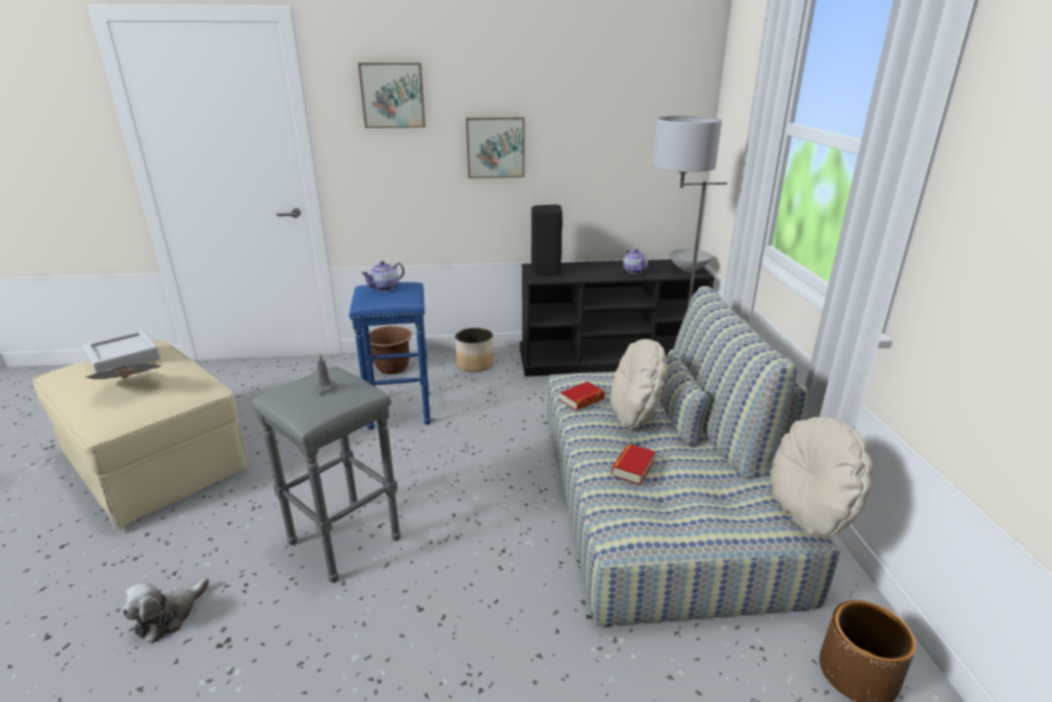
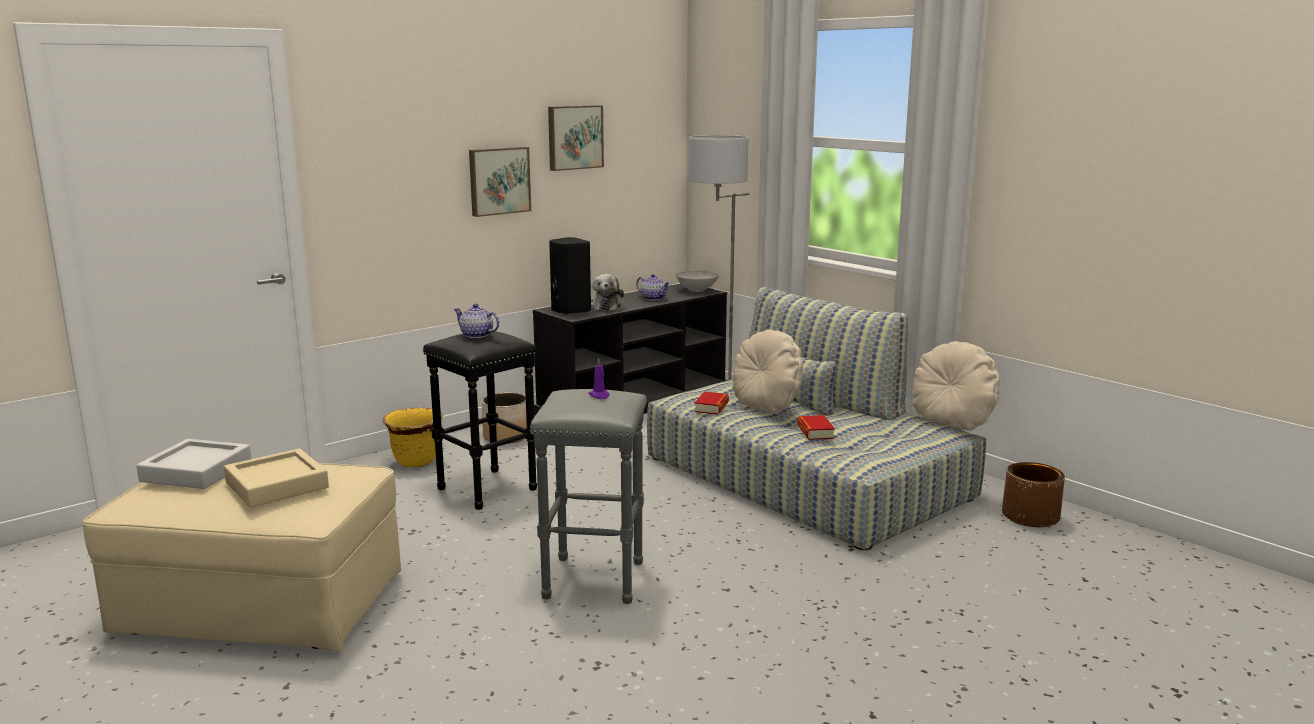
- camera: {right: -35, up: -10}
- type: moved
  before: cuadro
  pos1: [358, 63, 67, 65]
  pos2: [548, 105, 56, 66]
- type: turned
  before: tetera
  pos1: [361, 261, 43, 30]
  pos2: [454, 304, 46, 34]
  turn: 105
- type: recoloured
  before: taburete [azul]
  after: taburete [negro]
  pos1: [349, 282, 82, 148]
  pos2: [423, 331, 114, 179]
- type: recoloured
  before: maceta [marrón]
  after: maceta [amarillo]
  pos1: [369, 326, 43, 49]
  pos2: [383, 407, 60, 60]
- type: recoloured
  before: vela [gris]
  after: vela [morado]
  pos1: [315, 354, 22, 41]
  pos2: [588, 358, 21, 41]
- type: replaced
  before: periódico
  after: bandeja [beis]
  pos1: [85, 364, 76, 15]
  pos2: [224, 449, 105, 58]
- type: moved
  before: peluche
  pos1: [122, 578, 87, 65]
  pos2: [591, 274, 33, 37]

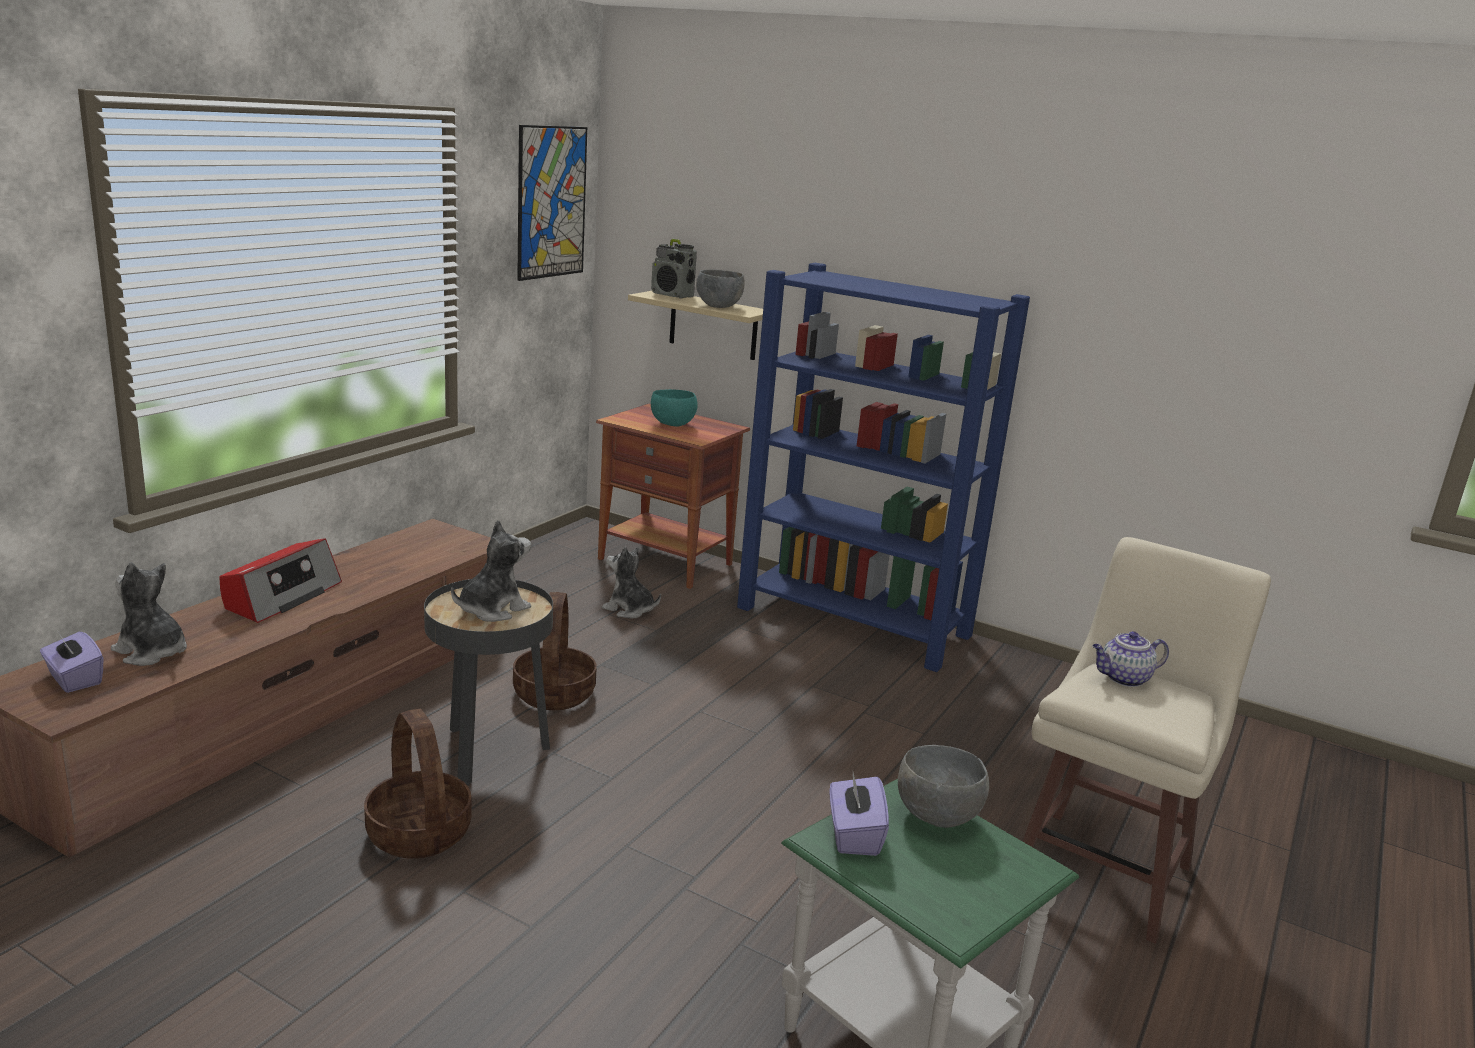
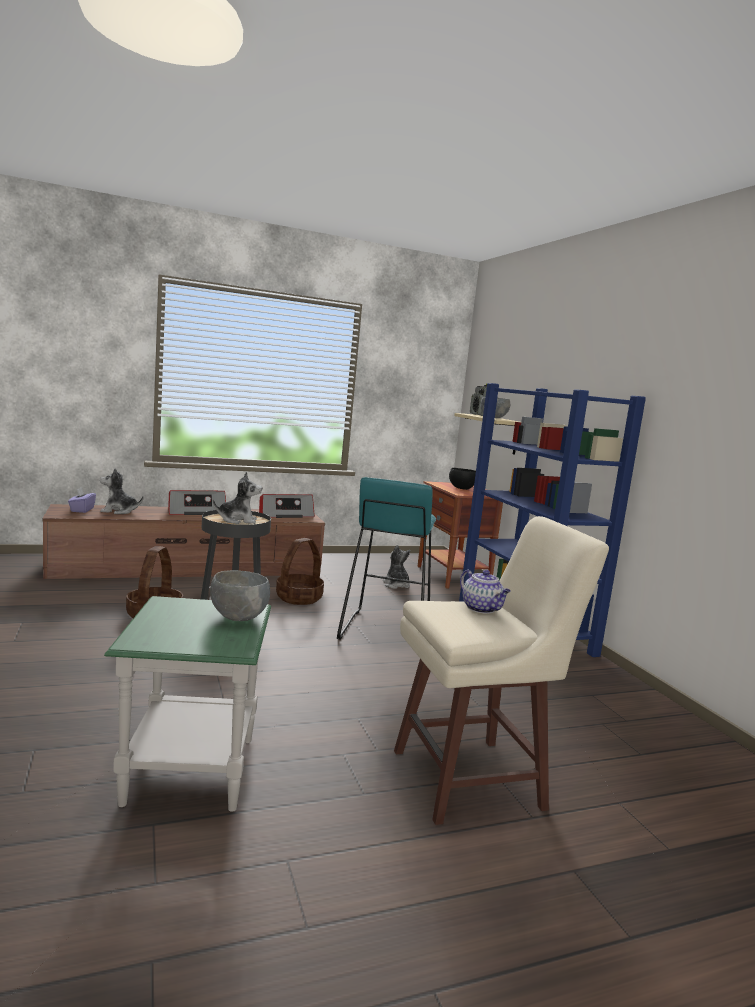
- camera: {right: 40, up: -10}
- type: removed
  before: cuadro
  pos1: [517, 125, 70, 156]
- type: recoloured
  before: cuenco [turquesa]
  after: cuenco [negro]
  pos1: [651, 389, 47, 37]
  pos2: [449, 468, 27, 22]
- type: turned
  before: peluche
  pos1: [111, 562, 76, 104]
  pos2: [100, 468, 44, 46]
  turn: -75
- type: turned
  before: tetera
  pos1: [1093, 631, 76, 56]
  pos2: [460, 570, 51, 44]
  turn: -150
- type: removed
  before: caja de pañuelos [morado]
  pos1: [829, 773, 60, 83]
- type: added
  after: taburete [turquesa]
  pos2: [337, 477, 99, 163]
- type: added
  after: radio
  pos2: [259, 494, 56, 24]

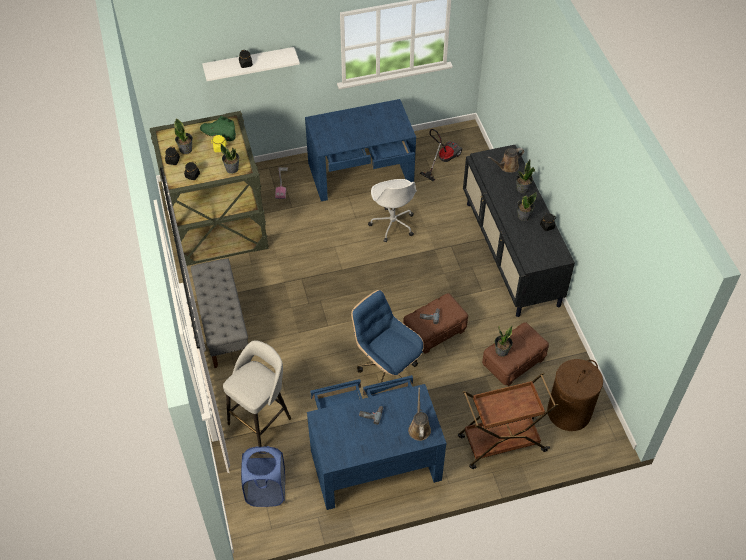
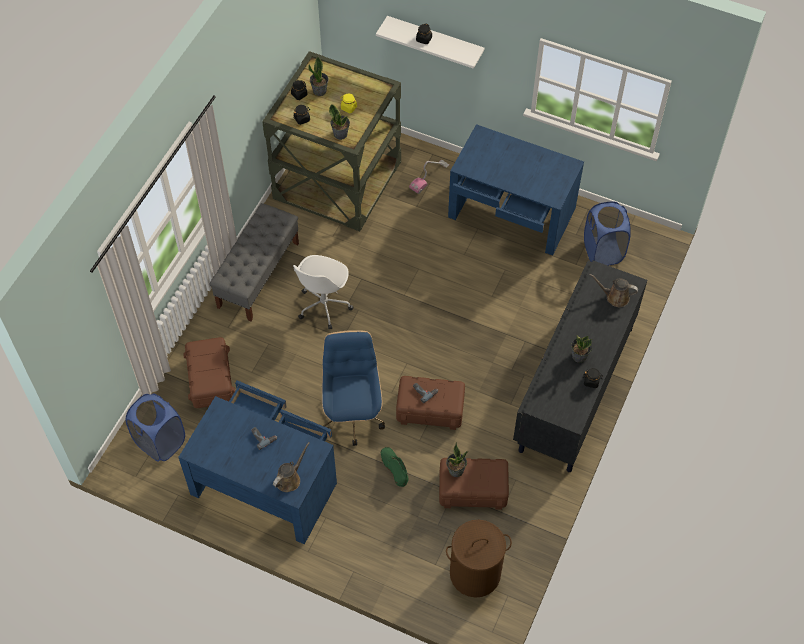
- camera: {right: 40, up: 5}
- type: moved
  before: bota [verde]
  pos1: [200, 116, 36, 25]
  pos2: [381, 447, 28, 40]
- type: replaced
  before: aspiradora
  after: cesto de la ropa [azul]
  pos1: [420, 129, 42, 53]
  pos2: [584, 201, 47, 65]
- type: removed
  before: planta en maceta
  pos1: [516, 160, 19, 34]
- type: moved
  before: silla de oficina [blanco]
  pos1: [368, 179, 49, 63]
  pos2: [293, 255, 61, 74]
- type: replaced
  before: taburete [gris]
  after: caja de almacenaje [marrón]
  pos1: [223, 340, 68, 107]
  pos2: [183, 337, 52, 71]
- type: removed
  before: carrito [marrón]
  pos1: [458, 373, 100, 96]

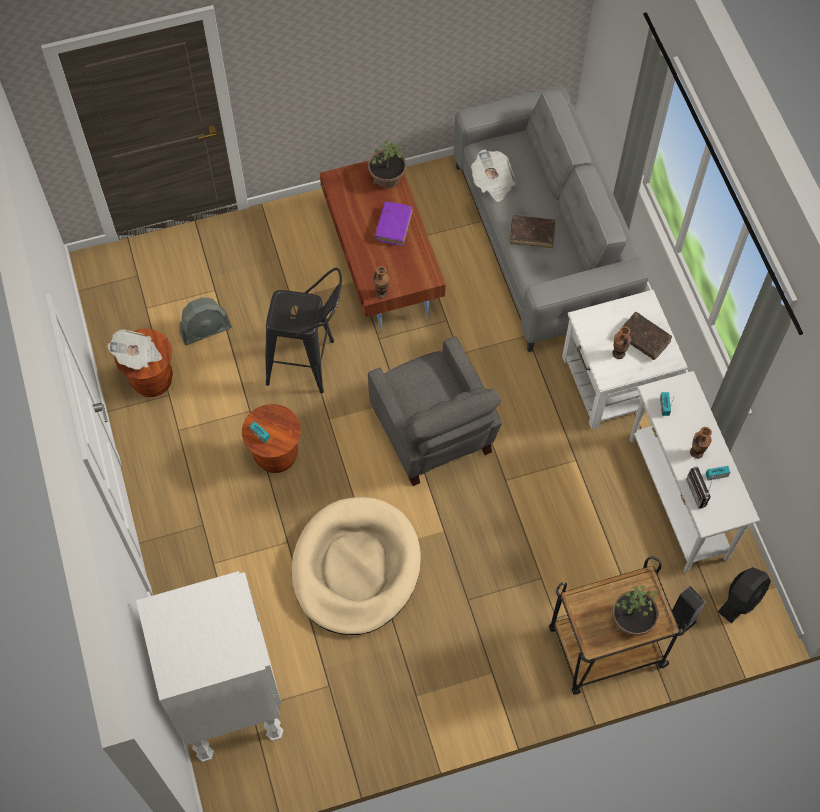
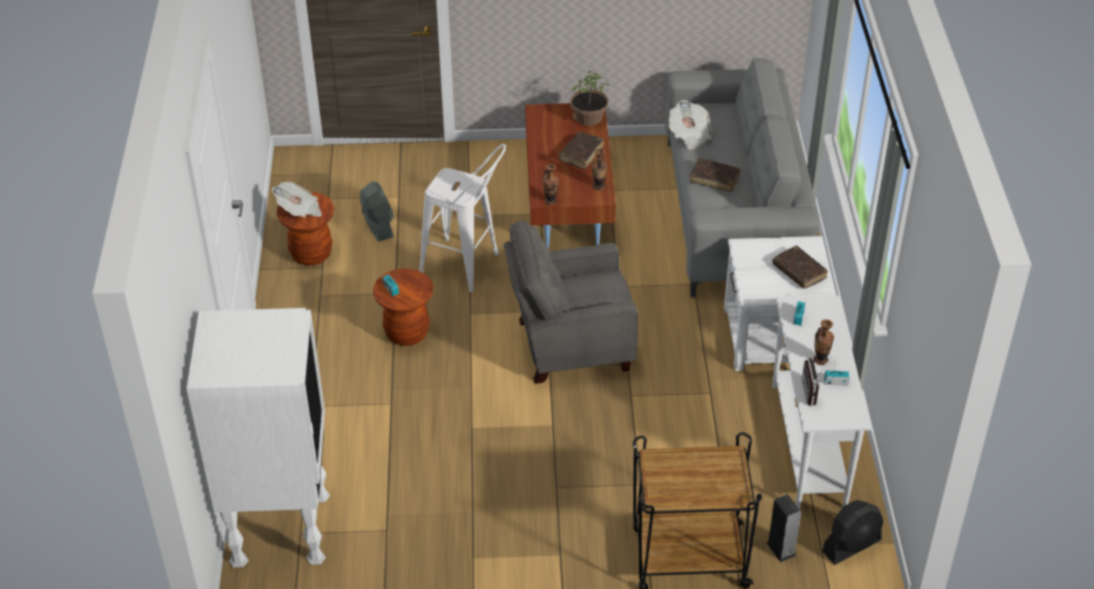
- camera: {right: 15, up: -20}
- type: recoloured
  before: libro [morado]
  after: libro [marrón]
  pos1: [375, 202, 38, 44]
  pos2: [559, 132, 45, 37]
- type: recoloured
  before: taburete [negro]
  after: taburete [blanco]
  pos1: [265, 268, 77, 125]
  pos2: [419, 144, 87, 148]
- type: turned
  before: ventilador [gris]
  pos1: [179, 297, 53, 48]
  pos2: [360, 181, 34, 61]
  turn: -105
- type: moved
  before: florero
  pos1: [612, 326, 19, 33]
  pos2: [591, 149, 17, 41]
- type: turned
  before: sillón [gris]
  pos1: [368, 337, 134, 149]
  pos2: [503, 220, 135, 164]
  turn: 90
- type: removed
  before: cama para perro [beis]
  pos1: [292, 497, 129, 138]
- type: removed
  before: planta en maceta
  pos1: [612, 586, 47, 50]

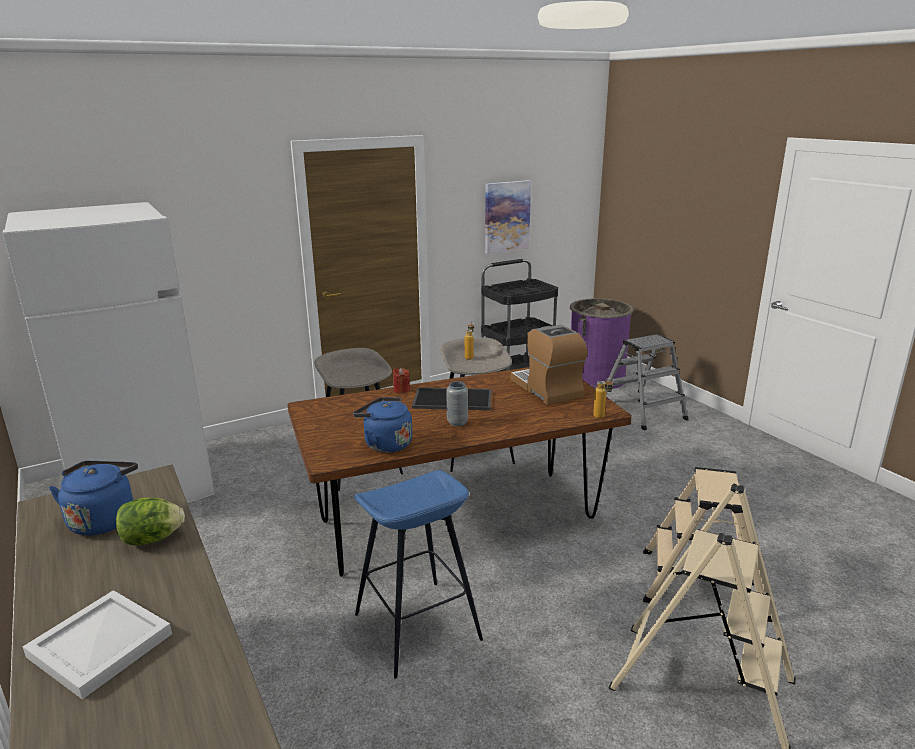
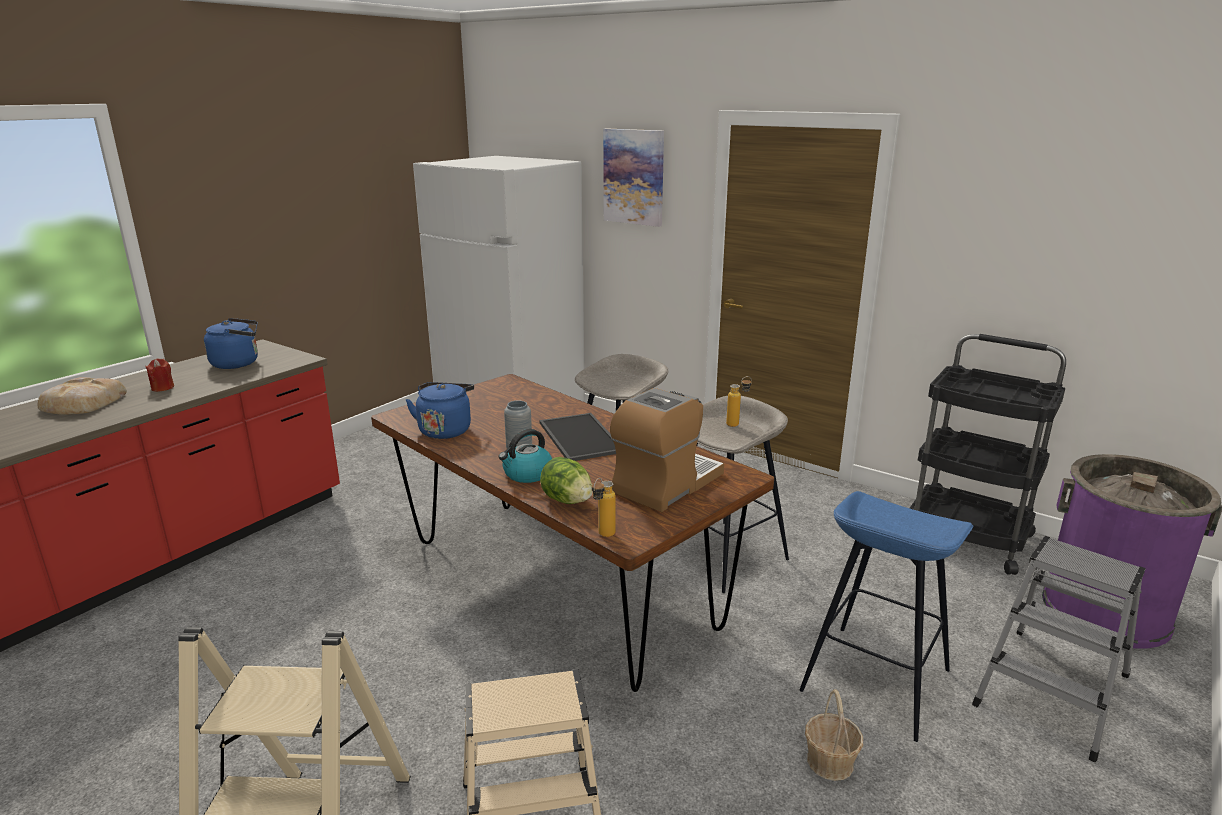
- camera: {right: 65, up: 0}
- type: moved
  before: cuadro
  pos1: [485, 180, 46, 74]
  pos2: [603, 128, 61, 99]
- type: moved
  before: vela [rojo]
  pos1: [393, 368, 17, 26]
  pos2: [145, 359, 29, 33]
- type: moved
  before: taburete [azul]
  pos1: [354, 470, 129, 209]
  pos2: [800, 491, 173, 251]
- type: moved
  before: lechuga
  pos1: [116, 498, 69, 47]
  pos2: [540, 457, 53, 47]
- type: replaced
  before: bandeja [blanco]
  after: pan
  pos1: [23, 590, 149, 109]
  pos2: [38, 377, 89, 38]
- type: added
  after: hervidor
  pos2: [499, 429, 53, 54]
- type: added
  after: cesta
  pos2: [805, 689, 58, 92]

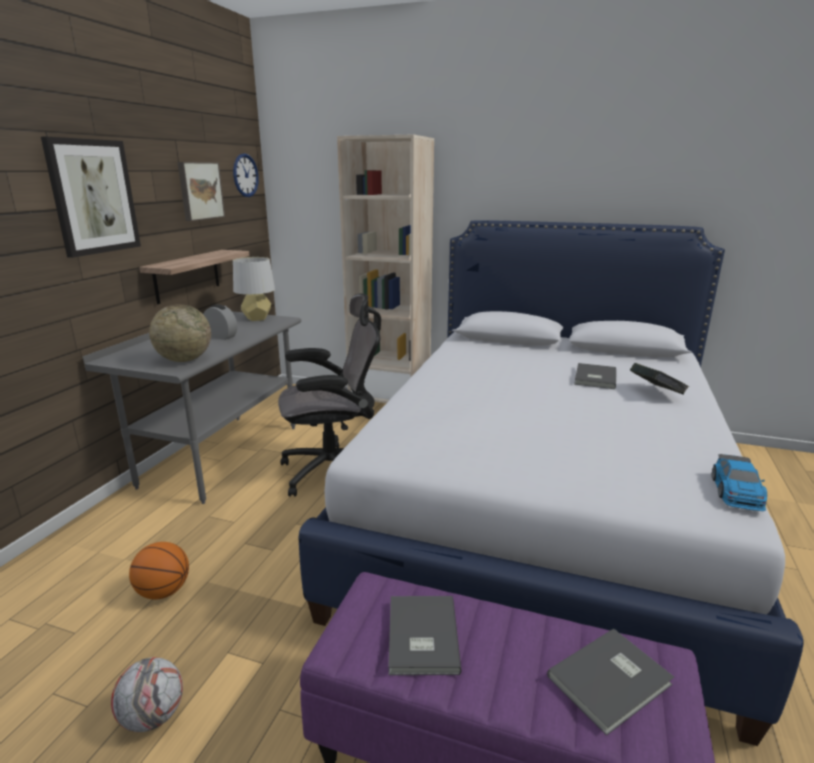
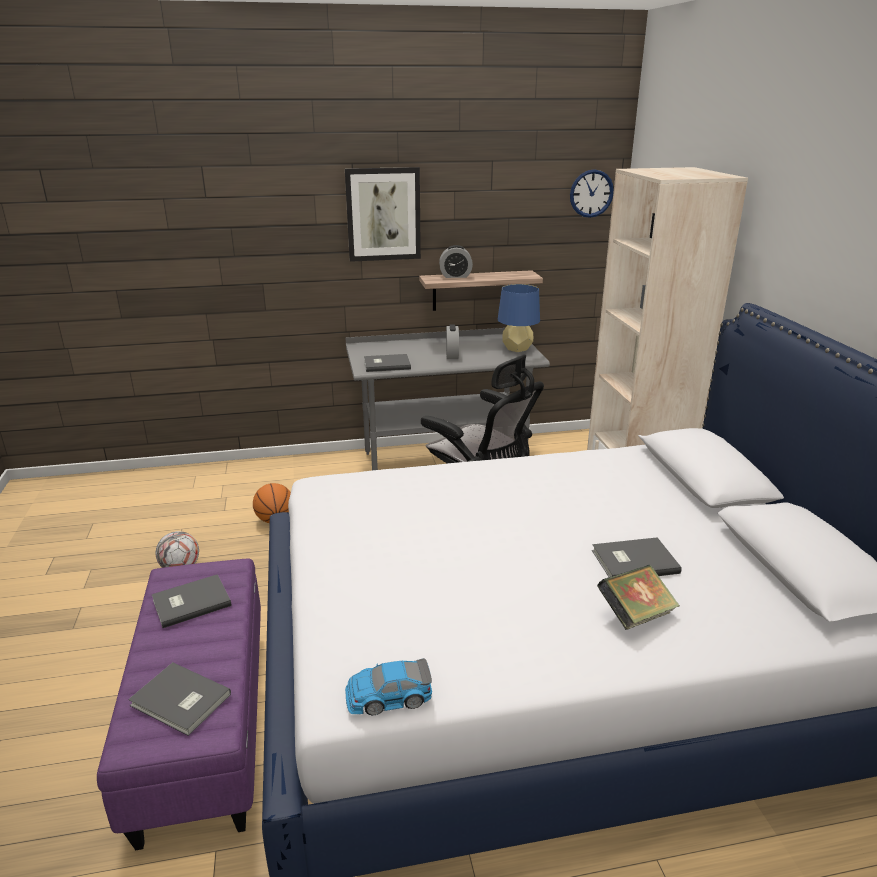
- camera: {right: 60, up: 5}
- type: removed
  before: cuadro
  pos1: [178, 162, 47, 59]
- type: recoloured
  before: lámpara de mesa [gris]
  after: lámpara de mesa [azul]
  pos1: [233, 257, 42, 64]
  pos2: [498, 284, 42, 68]
- type: replaced
  before: globo terráqueo
  after: libro [gris]
  pos1: [149, 304, 62, 58]
  pos2: [364, 354, 47, 18]
- type: added
  after: despertador
  pos2: [439, 245, 34, 33]

